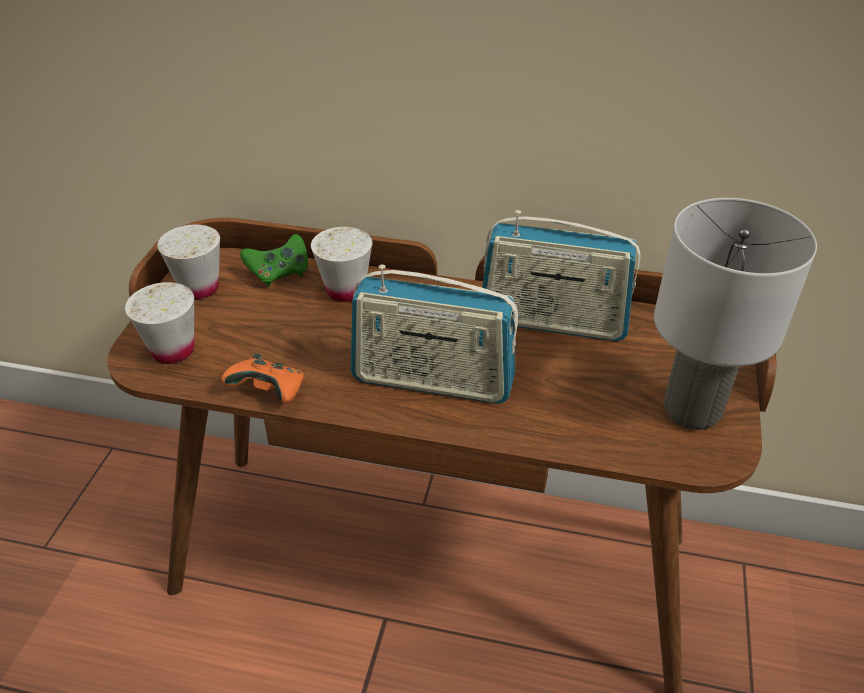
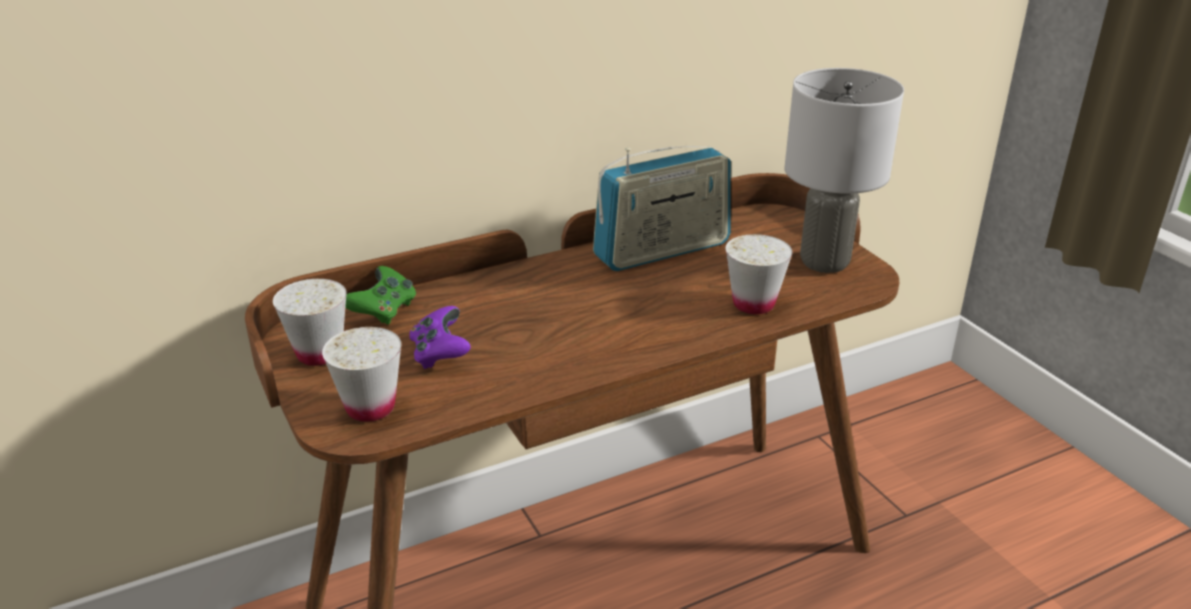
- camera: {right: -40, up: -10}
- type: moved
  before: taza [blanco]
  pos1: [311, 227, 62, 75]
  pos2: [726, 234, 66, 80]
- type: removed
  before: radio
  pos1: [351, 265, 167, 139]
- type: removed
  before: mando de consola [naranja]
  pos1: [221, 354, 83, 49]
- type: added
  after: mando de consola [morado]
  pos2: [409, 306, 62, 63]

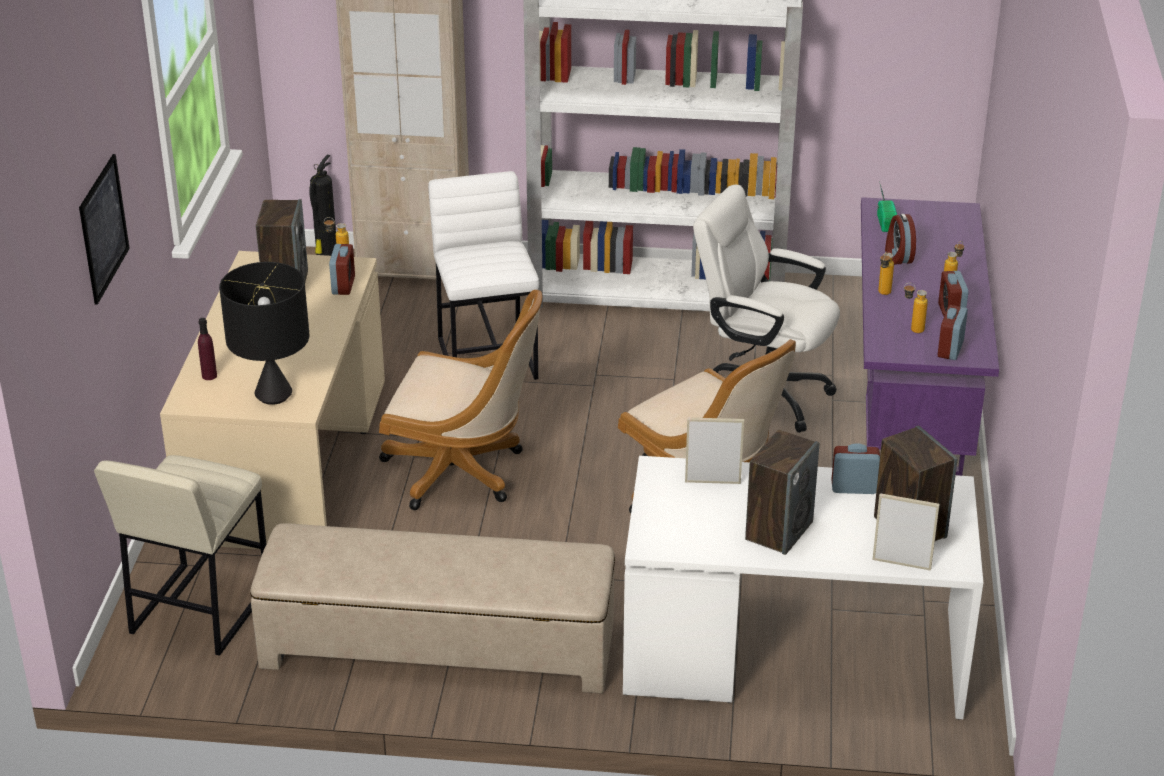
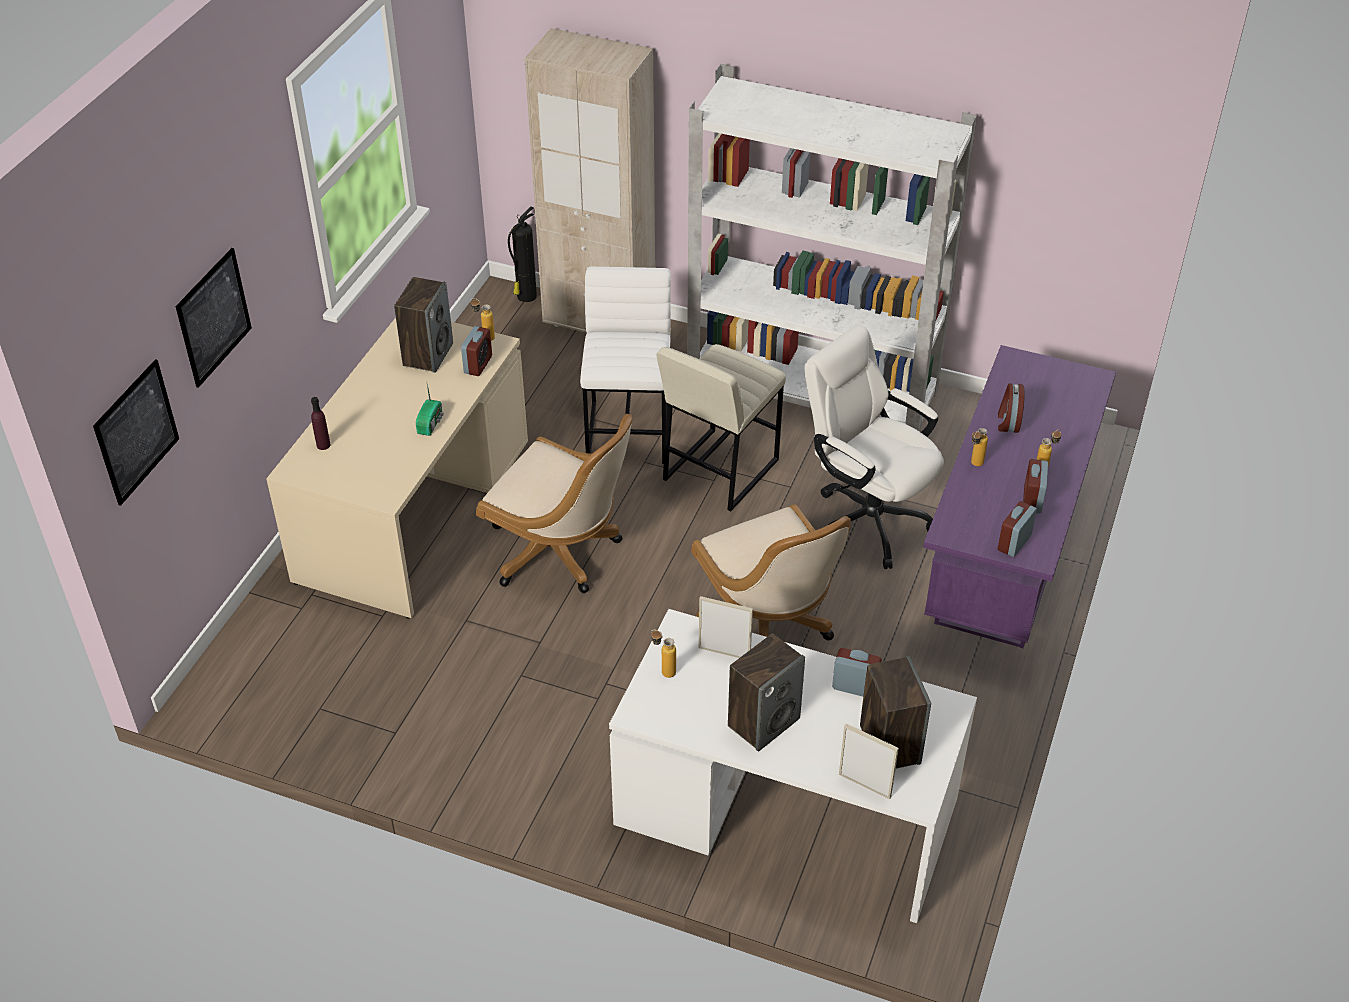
- camera: {right: 15, up: 10}
- type: moved
  before: radio
  pos1: [877, 181, 20, 51]
  pos2: [416, 384, 28, 52]
- type: removed
  before: lámpara de mesa [negro]
  pos1: [219, 262, 90, 143]
- type: moved
  before: botella
  pos1: [904, 283, 24, 50]
  pos2: [651, 630, 25, 48]
- type: moved
  before: silla [beis]
  pos1: [94, 455, 172, 201]
  pos2: [656, 344, 130, 167]
- type: removed
  before: banco [beis]
  pos1: [250, 523, 365, 171]
- type: added
  after: cuadro
  pos2: [93, 359, 86, 147]

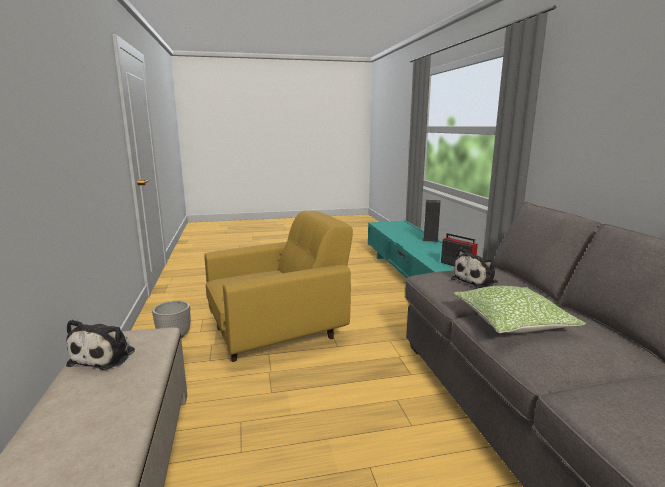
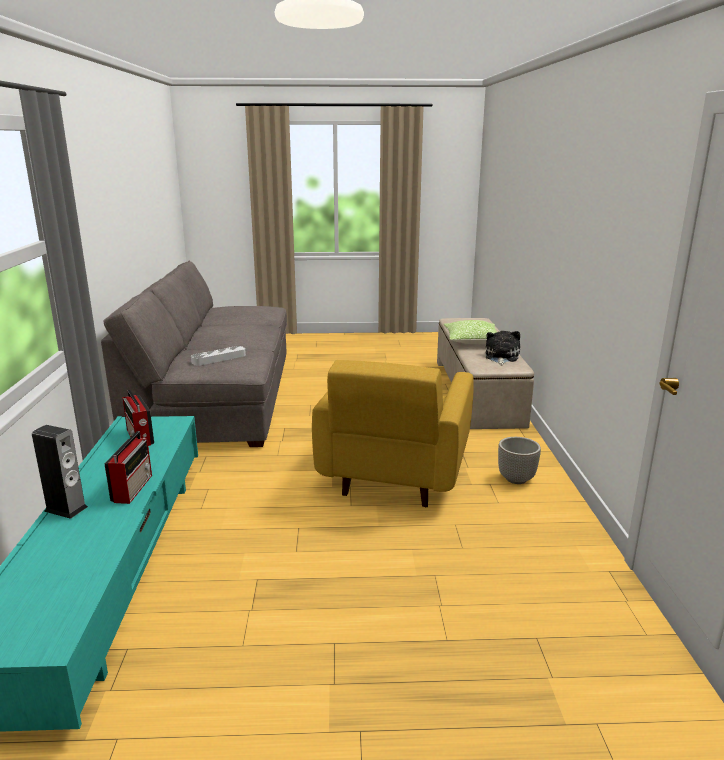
- camera: {right: -170, up: 5}
- type: turned
  before: sillón [amarillo]
  pos1: [204, 211, 149, 151]
  pos2: [312, 360, 161, 147]
  turn: -60
- type: replaced
  before: peluche
  after: bandeja [gris]
  pos1: [451, 248, 47, 40]
  pos2: [191, 346, 55, 20]
- type: moved
  before: cojín
  pos1: [454, 286, 132, 47]
  pos2: [444, 320, 53, 24]
- type: added
  after: radio
  pos2: [104, 431, 48, 73]

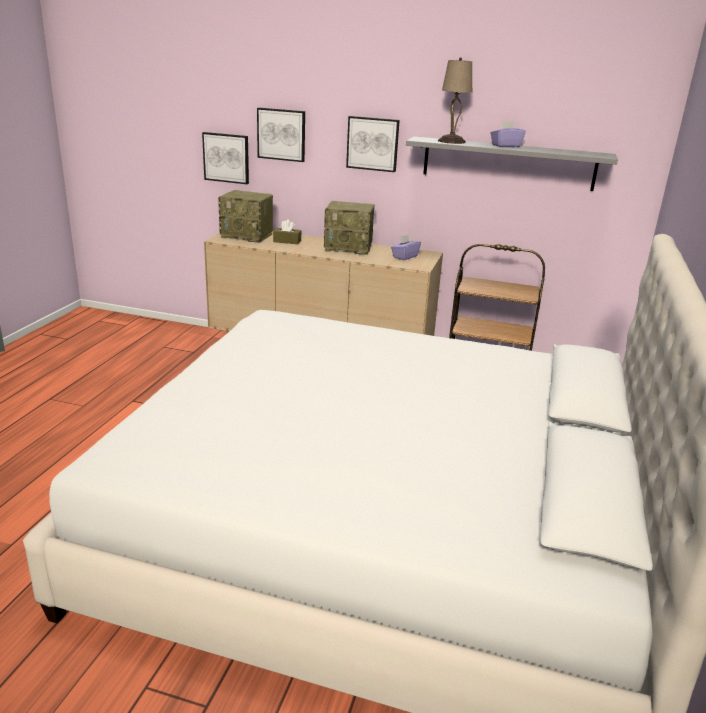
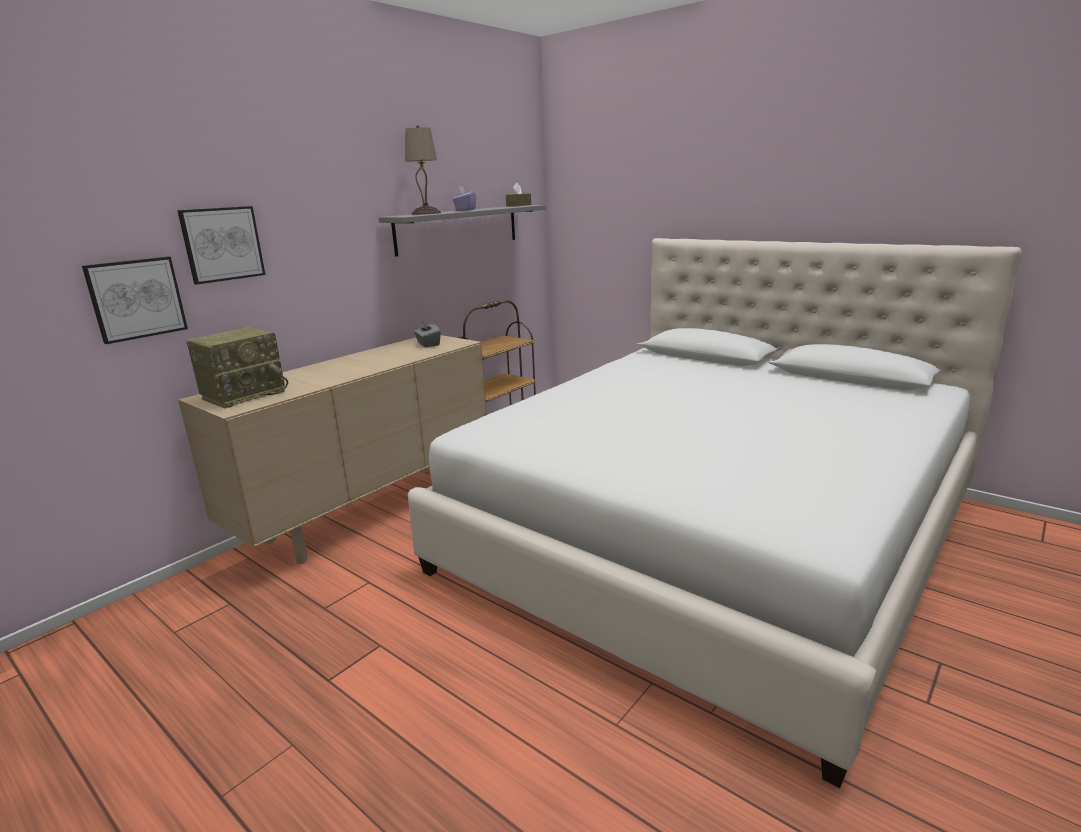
- camera: {right: -65, up: -5}
- type: removed
  before: cuadro
  pos1: [346, 116, 54, 56]
- type: removed
  before: radio
  pos1: [324, 201, 51, 54]
- type: moved
  before: caja de pañuelos [marrón]
  pos1: [273, 220, 28, 24]
  pos2: [506, 183, 25, 24]
- type: recoloured
  before: caja de pañuelos [morado]
  after: caja de pañuelos [gris]
  pos1: [391, 234, 30, 26]
  pos2: [414, 320, 27, 27]

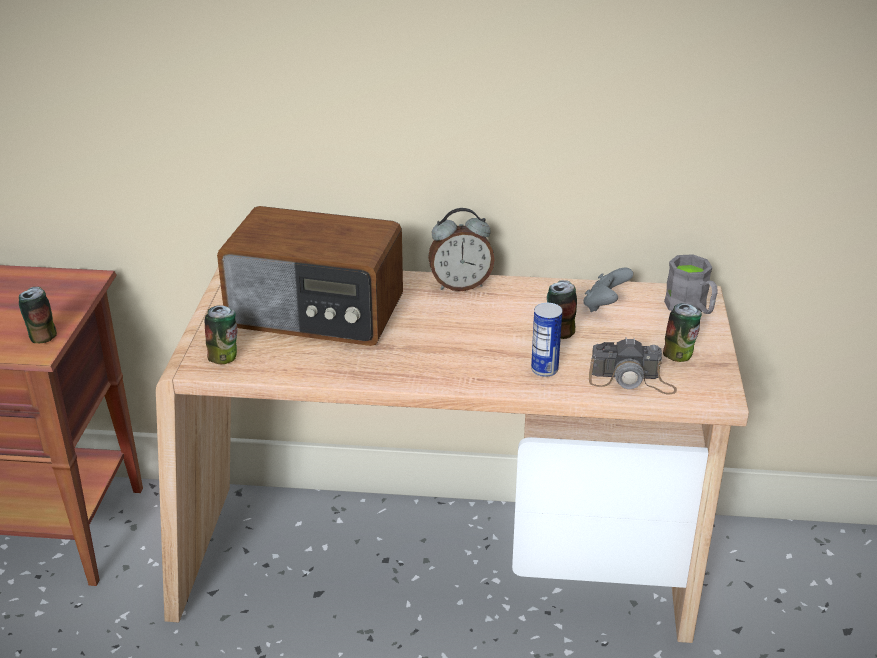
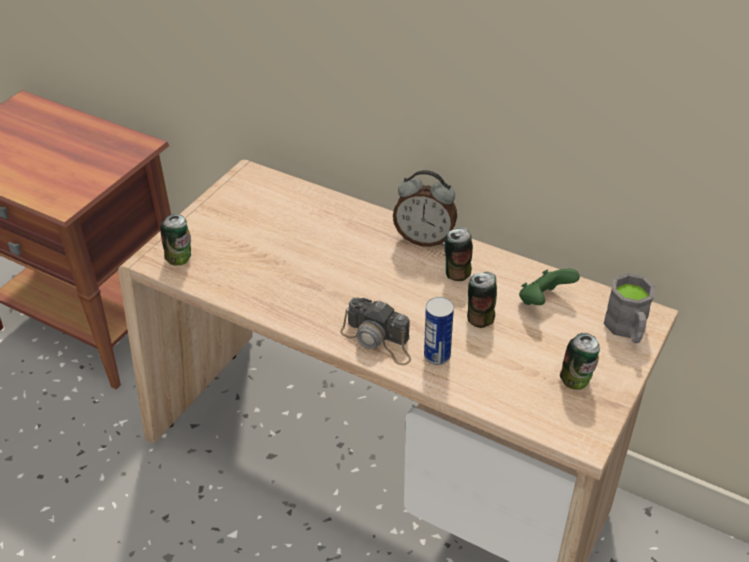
- camera: {right: 25, up: 10}
- type: removed
  before: radio
  pos1: [217, 206, 186, 140]
- type: recoloured
  before: mando de consola [gris]
  after: mando de consola [verde]
  pos1: [583, 267, 50, 45]
  pos2: [519, 269, 61, 36]
- type: moved
  before: lata
  pos1: [19, 287, 38, 56]
  pos2: [444, 227, 29, 54]
- type: moved
  before: cámara
  pos1: [589, 337, 88, 58]
  pos2: [340, 298, 71, 67]

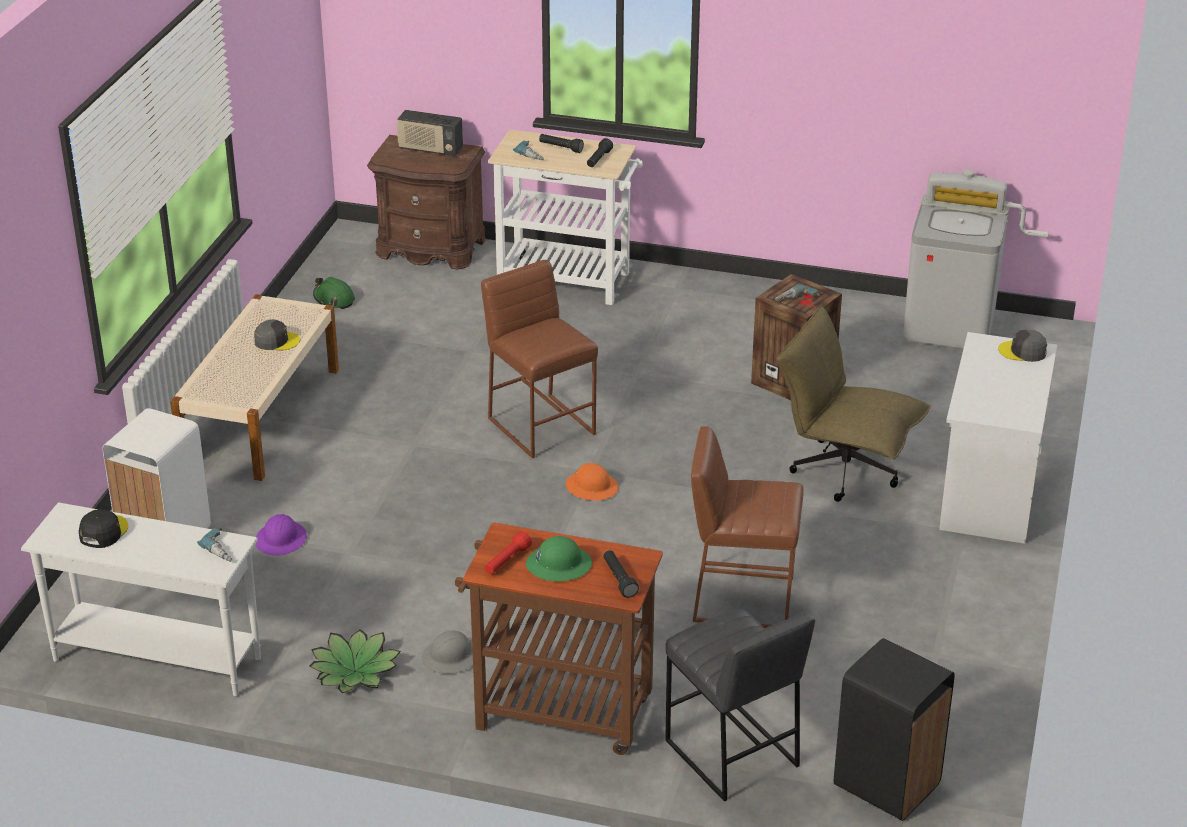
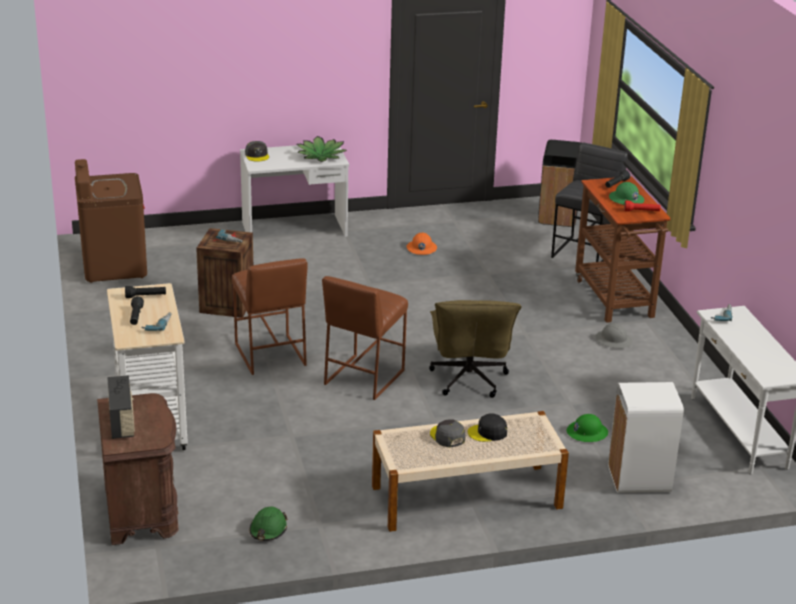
- camera: {right: -120, up: -5}
- type: recoloured
  before: lavadora [gris]
  after: lavadora [marrón]
  pos1: [903, 170, 146, 179]
  pos2: [75, 159, 72, 124]
- type: moved
  before: silla de oficina [beis]
  pos1: [777, 305, 154, 197]
  pos2: [429, 300, 93, 98]
- type: moved
  before: taburete [marrón]
  pos1: [691, 426, 113, 202]
  pos2: [232, 258, 76, 117]
- type: moved
  before: casco [naranja]
  pos1: [566, 463, 52, 38]
  pos2: [406, 232, 31, 23]
- type: moved
  before: gorra [negro]
  pos1: [79, 509, 49, 39]
  pos2: [468, 413, 39, 29]
- type: recoloured
  before: casco [morado]
  after: casco [verde]
  pos1: [256, 514, 51, 41]
  pos2: [567, 414, 41, 28]
- type: moved
  before: planta en maceta
  pos1: [309, 629, 92, 64]
  pos2: [297, 136, 50, 26]

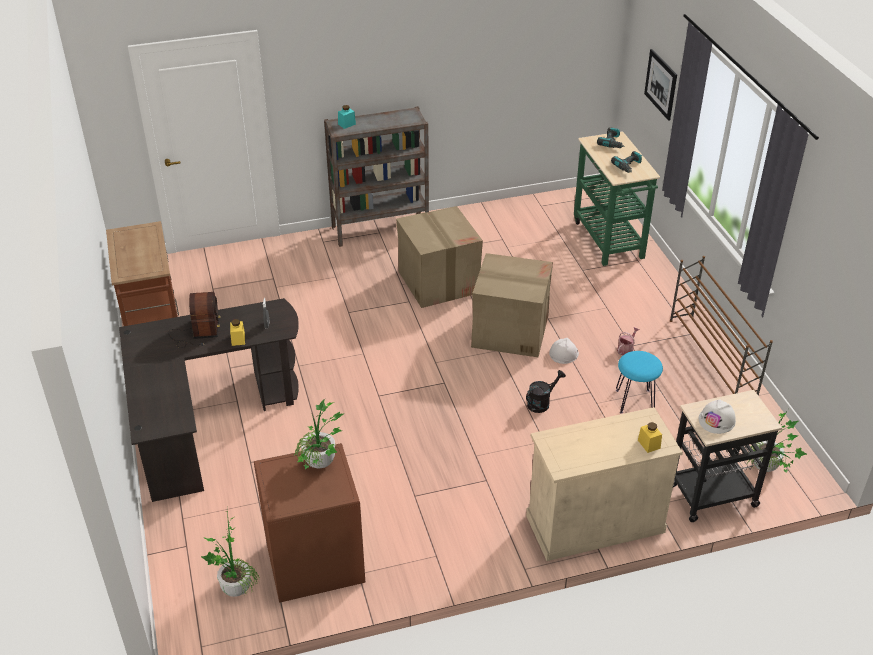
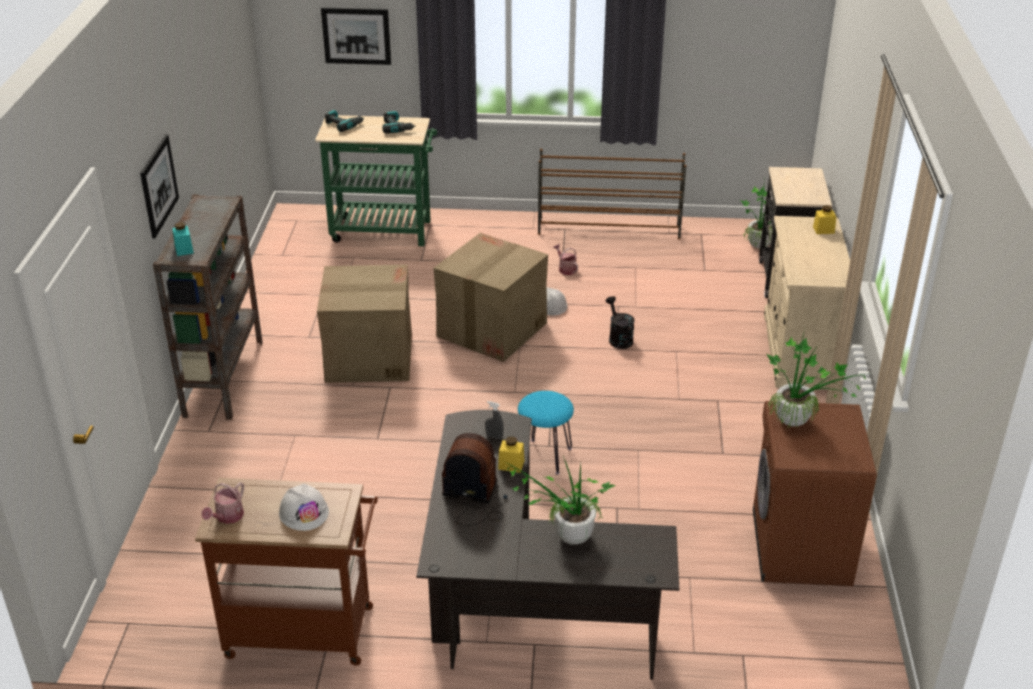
- camera: {right: -70, up: -5}
- type: moved
  before: taburete [turquesa]
  pos1: [616, 351, 47, 63]
  pos2: [518, 391, 56, 84]
- type: moved
  before: casco [blanco]
  pos1: [699, 399, 37, 35]
  pos2: [279, 484, 50, 47]
- type: moved
  before: planta en maceta
  pos1: [200, 510, 59, 87]
  pos2: [504, 456, 112, 89]
- type: added
  after: cuadro
  pos2: [140, 134, 39, 104]
- type: added
  after: regadera
  pos2: [202, 482, 42, 42]

